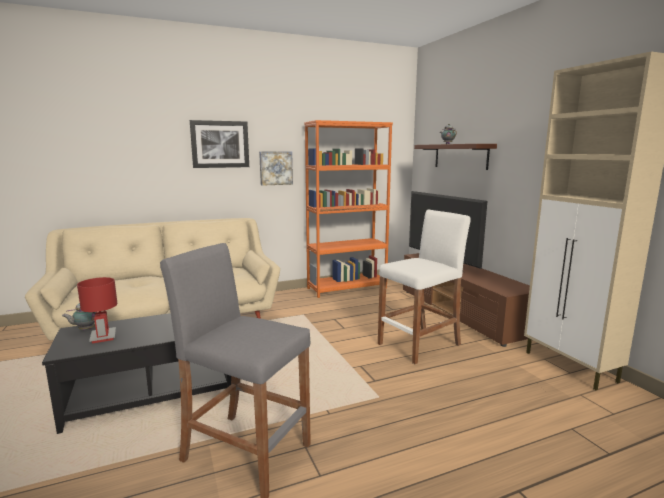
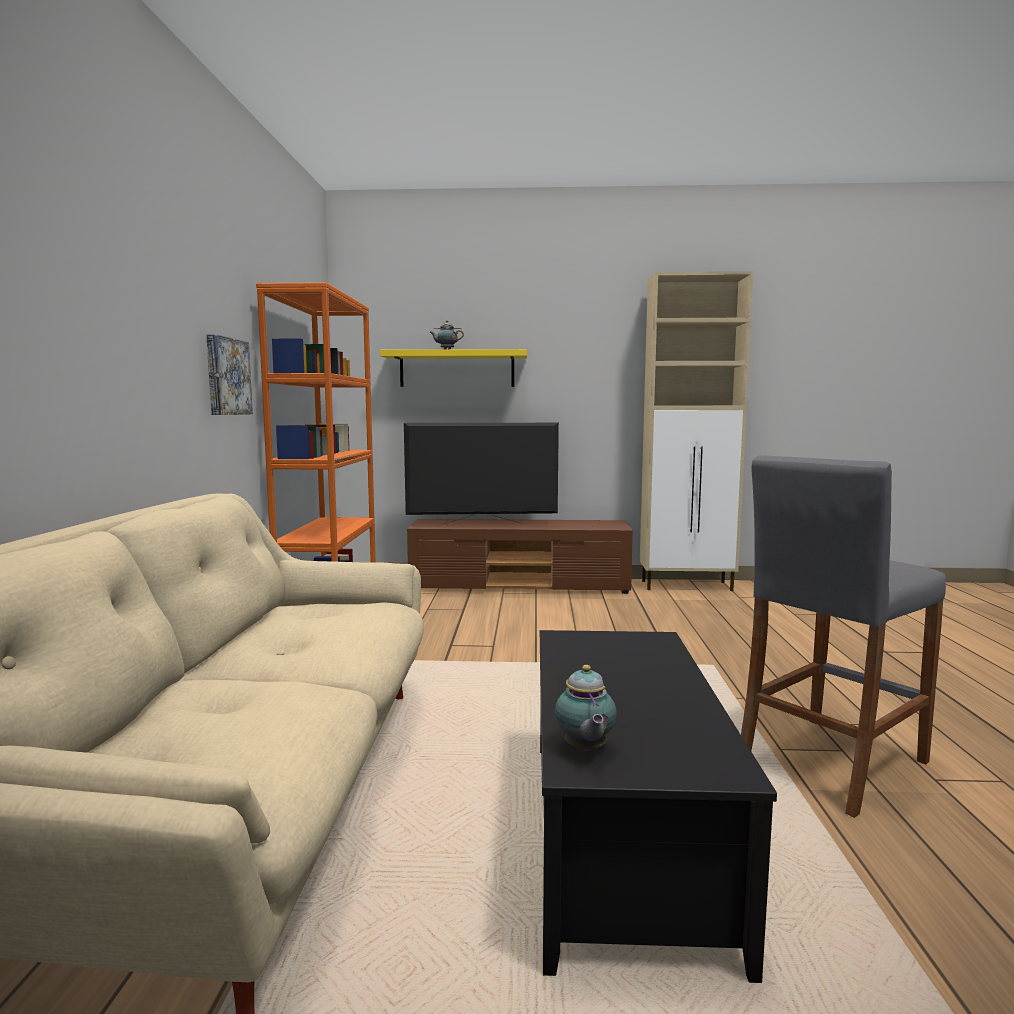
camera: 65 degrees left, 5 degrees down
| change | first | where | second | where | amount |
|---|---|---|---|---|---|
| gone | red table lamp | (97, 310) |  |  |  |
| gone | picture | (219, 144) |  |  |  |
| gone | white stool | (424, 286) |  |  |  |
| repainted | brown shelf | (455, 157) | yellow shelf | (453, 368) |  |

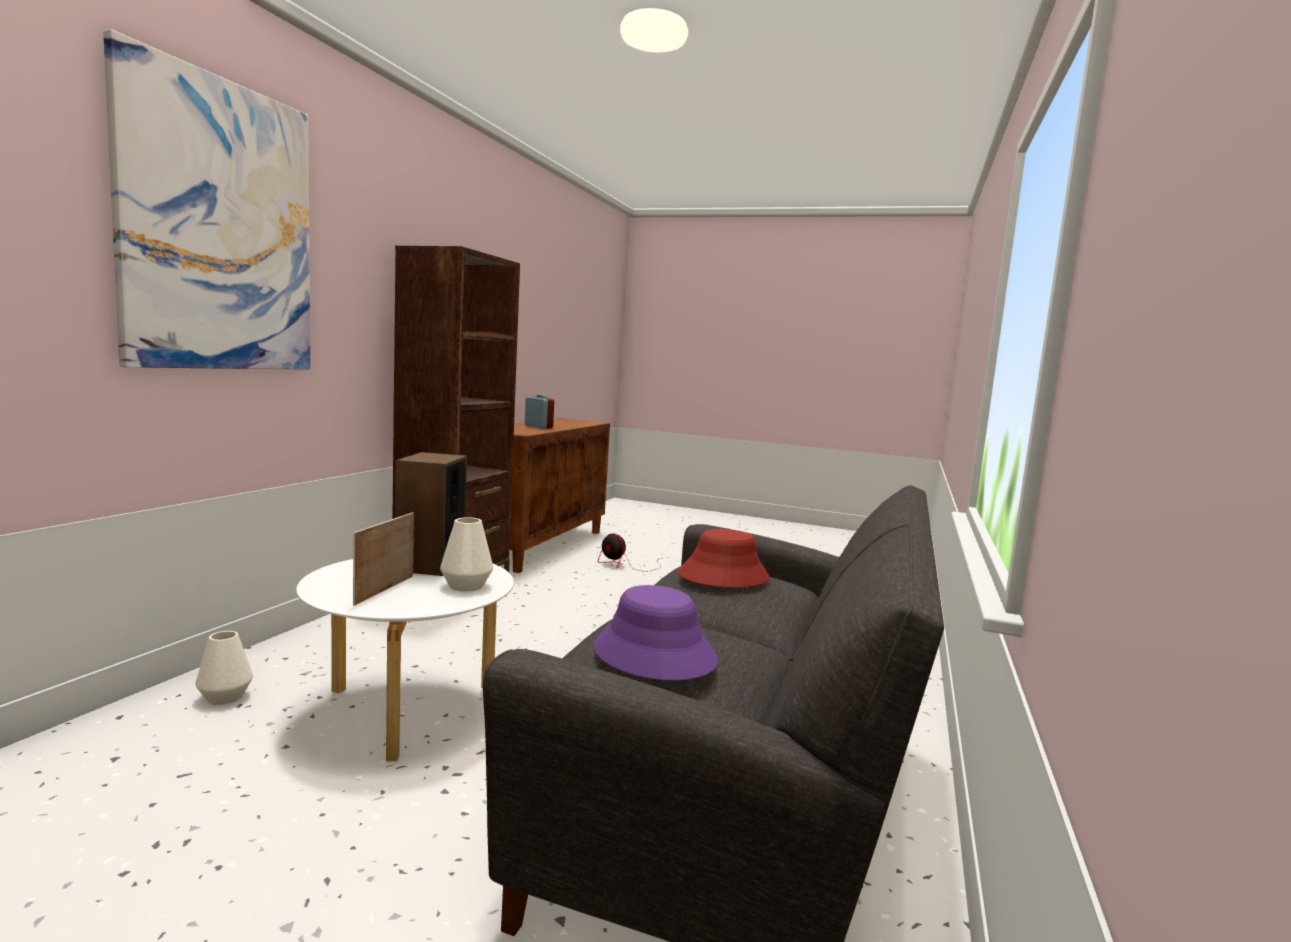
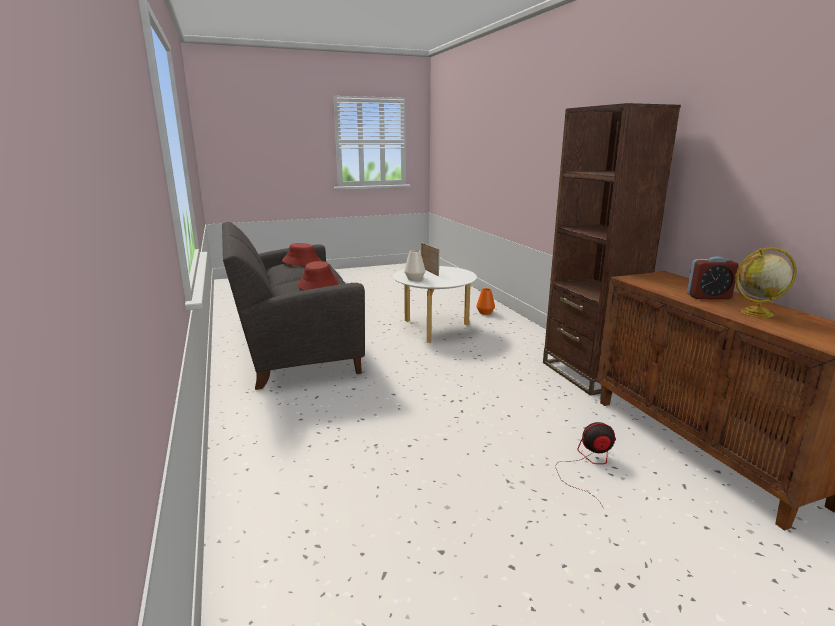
camera: 140 degrees right, 10 degrees up
| change | first | where | second | where | amount |
|---|---|---|---|---|---|
| gone | picture | (206, 199) |  |  |  |
| gone | speaker | (431, 514) |  |  |  |
| new |  |  | globe | (766, 282) |  |
| repainted | white vase | (224, 668) | orange vase | (485, 301) |  |
| repainted | purple hat | (655, 633) | red hat | (302, 254) |  |

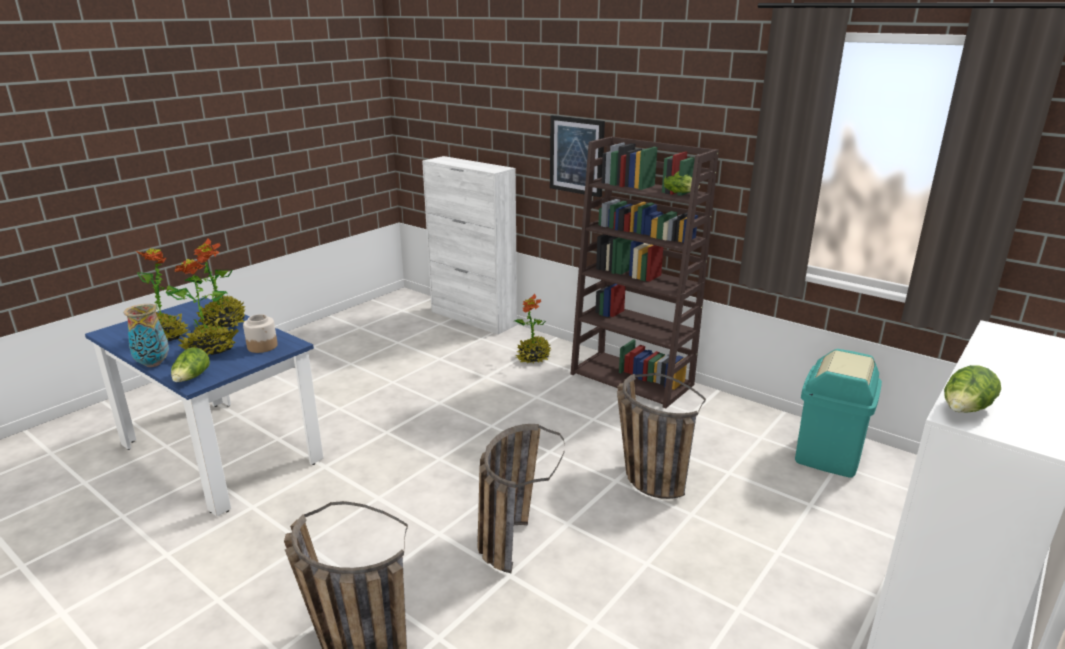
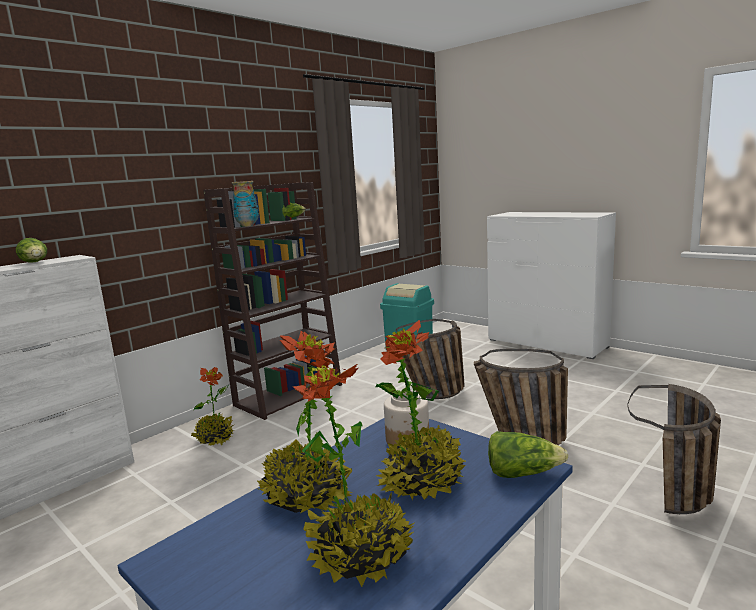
camera: 85 degrees left, 10 degrees down
| change | first | where | second | where | amount |
|---|---|---|---|---|---|
| gone | picture | (577, 156) |  |  |  |
| shifted | vase | (146, 335) |  | (245, 204) |  |
| shifted | lettuce | (972, 389) |  | (31, 250) |  |

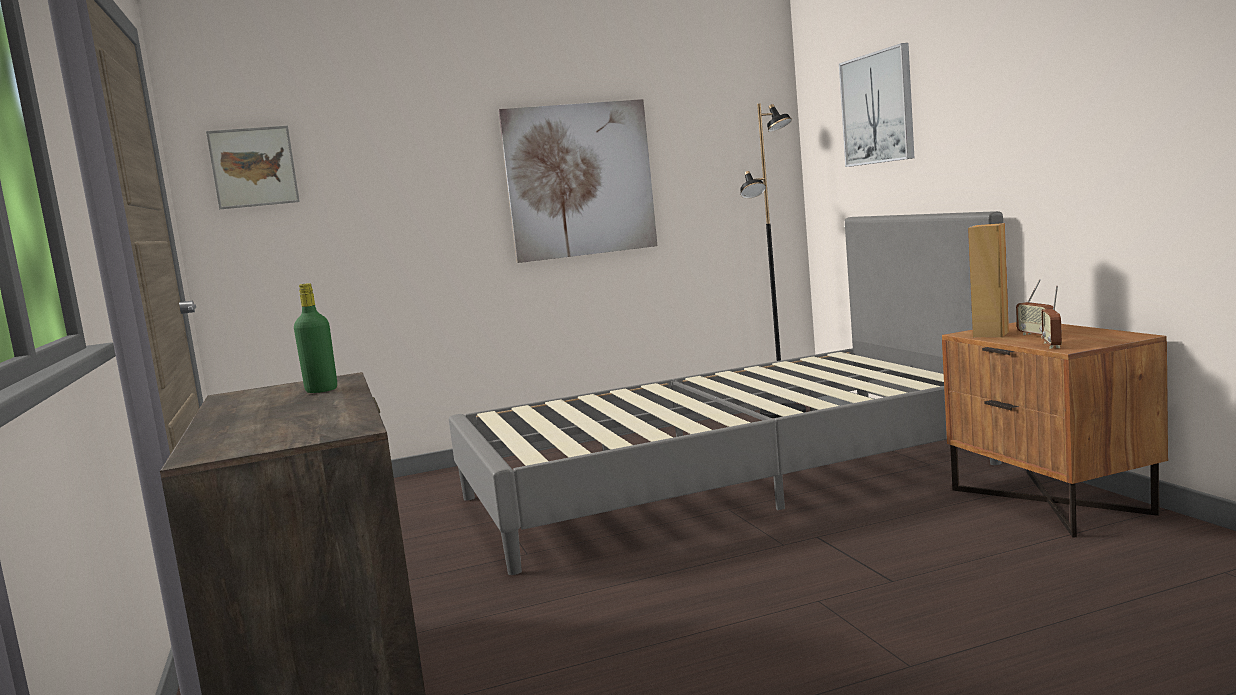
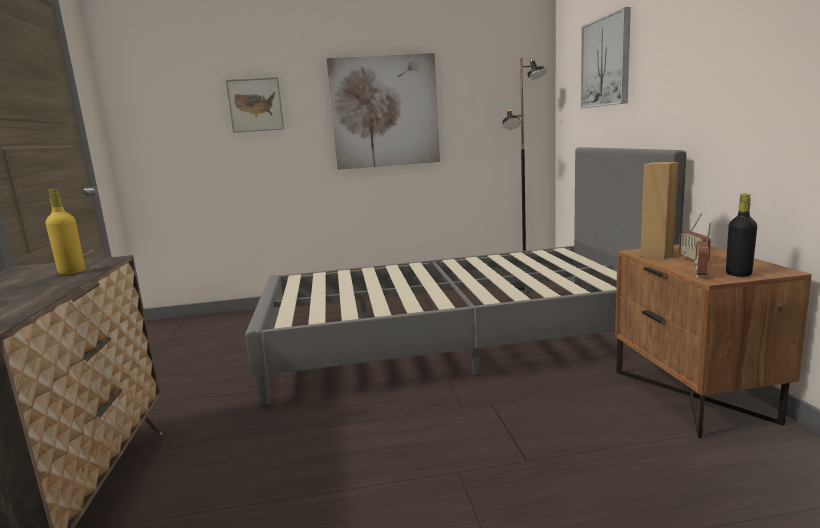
camera: 10 degrees right, 5 degrees up
| change | first | where | second | where | amount |
|---|---|---|---|---|---|
| new |  |  | black bottle | (741, 235) |  |
| shifted | picture | (253, 167) |  | (255, 105) |  |
| repainted | green bottle | (315, 338) | yellow bottle | (65, 232) |  |

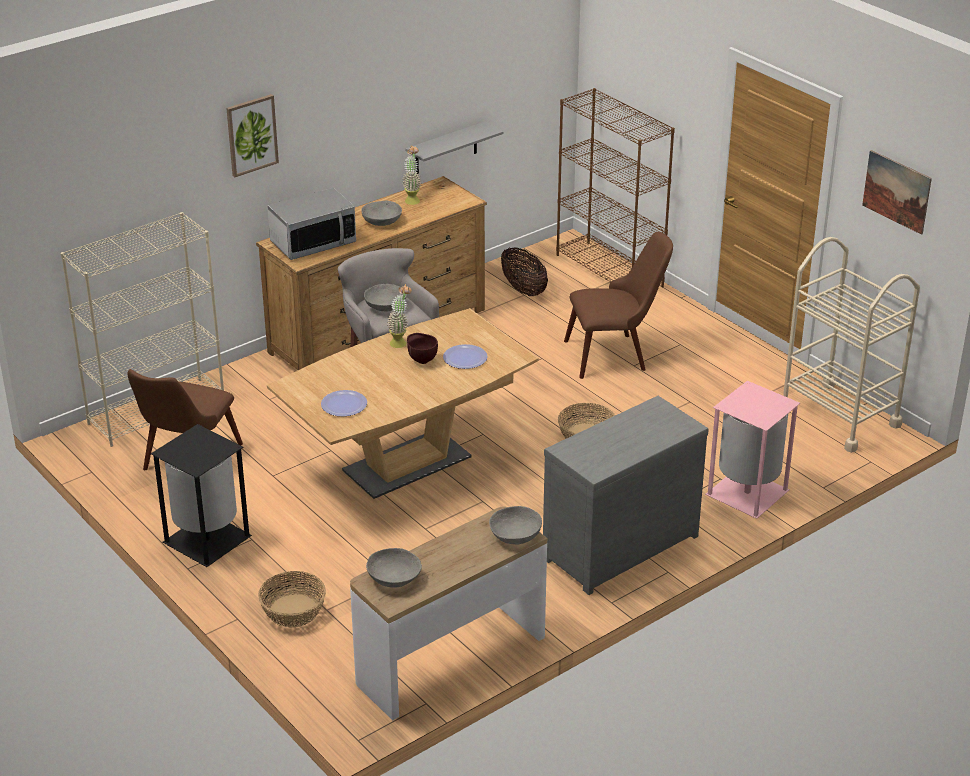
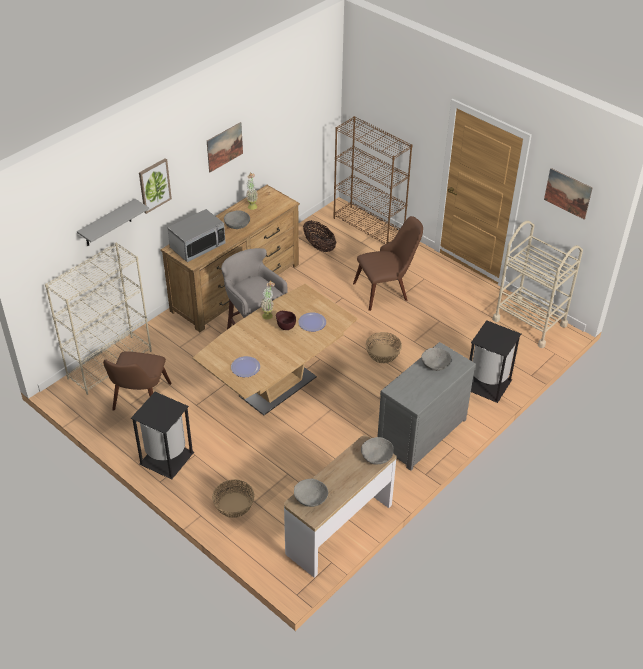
camera: 10 degrees left, 10 degrees up
| change | first | where | second | where | amount |
|---|---|---|---|---|---|
| new |  |  | picture | (225, 147) |  |
| shifted | grey bowl | (385, 298) |  | (436, 359) |  |
| shifted | grey shelf | (455, 147) |  | (113, 222) |  |
| repainted | pink trash can | (752, 450) | black trash can | (495, 361) |  |

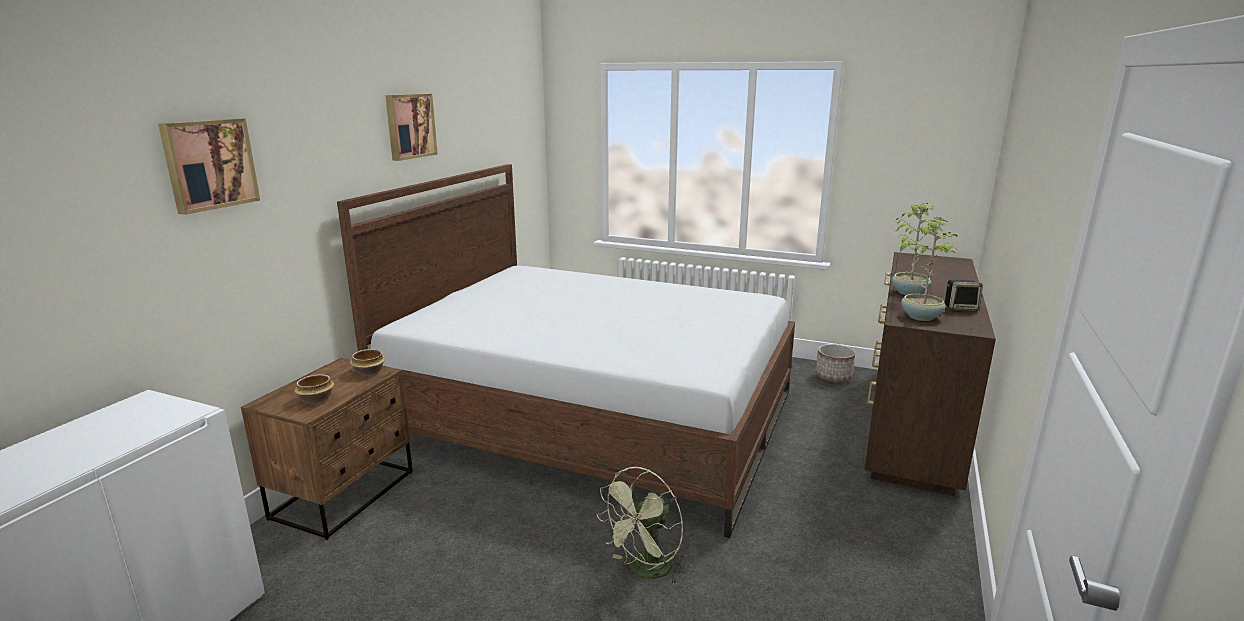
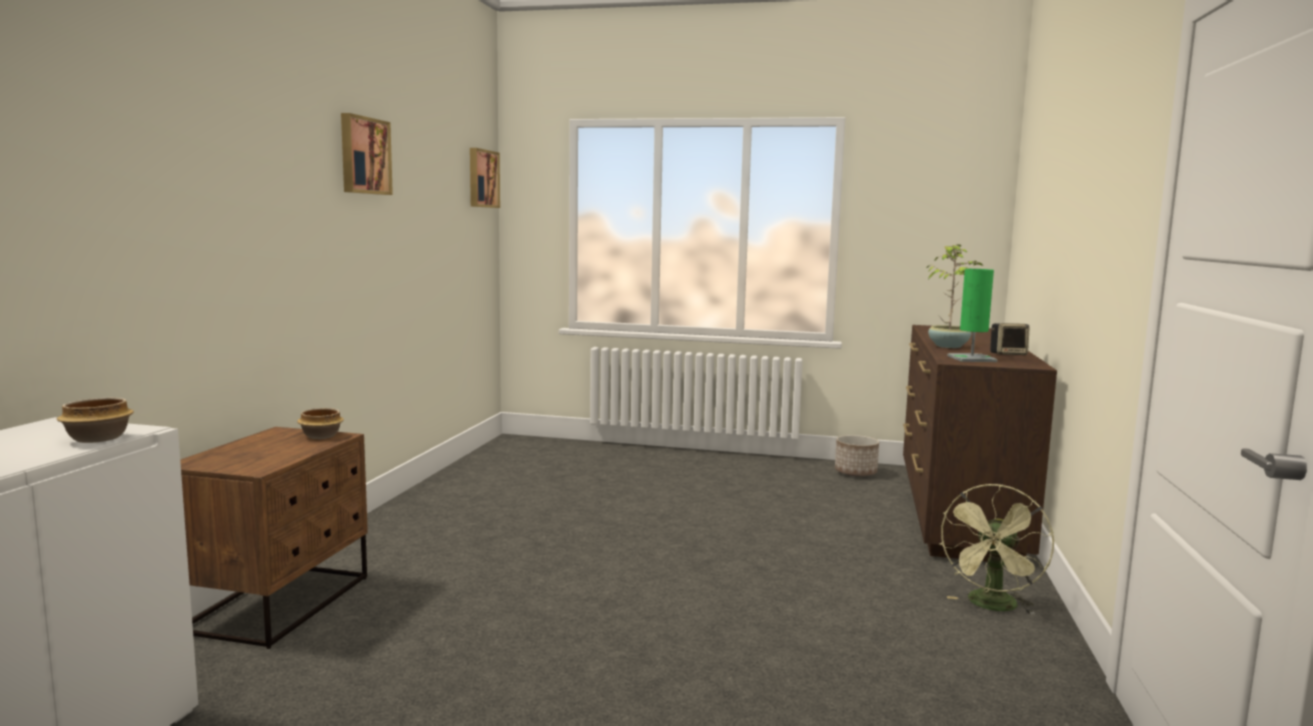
camera: 10 degrees left, 10 degrees down
| change | first | where | second | where | amount |
|---|---|---|---|---|---|
| gone | bed | (566, 351) |  |  |  |
| shifted | picture | (209, 166) |  | (485, 178) |  |
| shifted | bowl | (314, 389) |  | (95, 420) |  |
| shifted | green fan | (641, 525) |  | (996, 549) |  |
| swapped | potted plant | (930, 269) | green table lamp | (972, 315) |  |

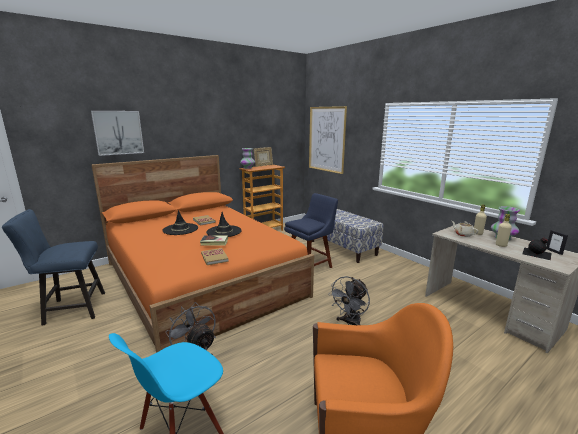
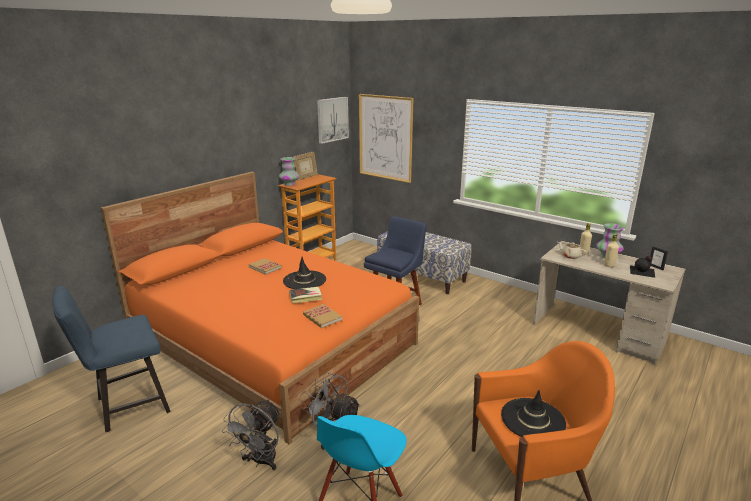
camera: 15 degrees left, 5 degrees up
| change | first | where | second | where | amount |
|---|---|---|---|---|---|
| shifted | picture | (117, 133) |  | (333, 120) |  |
| shifted | black hat | (180, 222) |  | (533, 413) |  |
| shifted | grey fan | (349, 300) |  | (251, 434) |  |

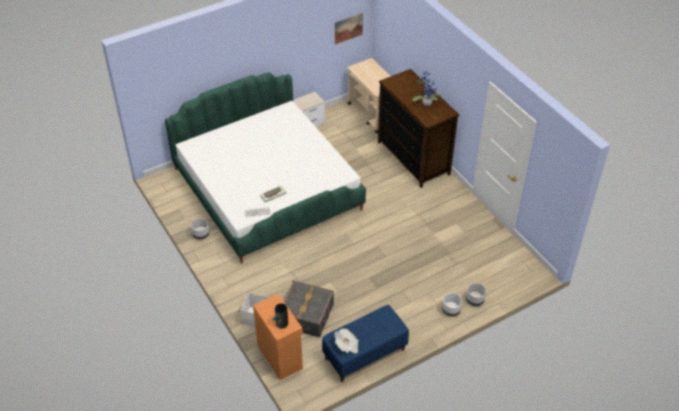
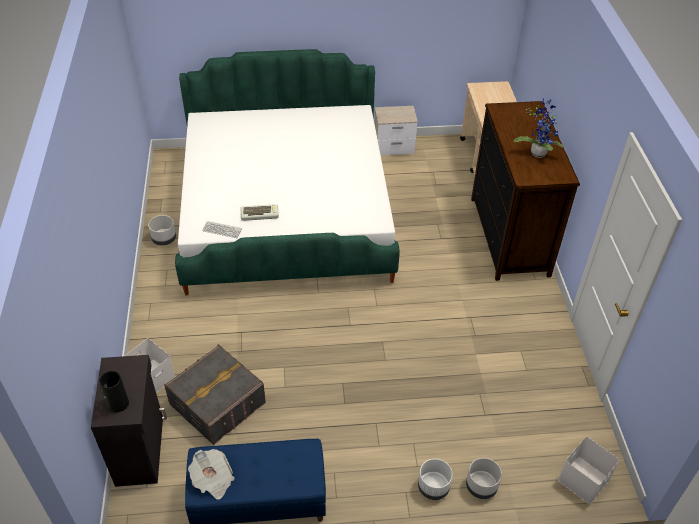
camera: 25 degrees right, 0 degrees up
| change | first | where | second | where | amount |
|---|---|---|---|---|---|
| gone | picture | (349, 28) |  |  |  |
| new |  |  | white storage box | (589, 470) |  |
| repainted | orange cabinet | (278, 337) | black cabinet | (129, 421) |  |

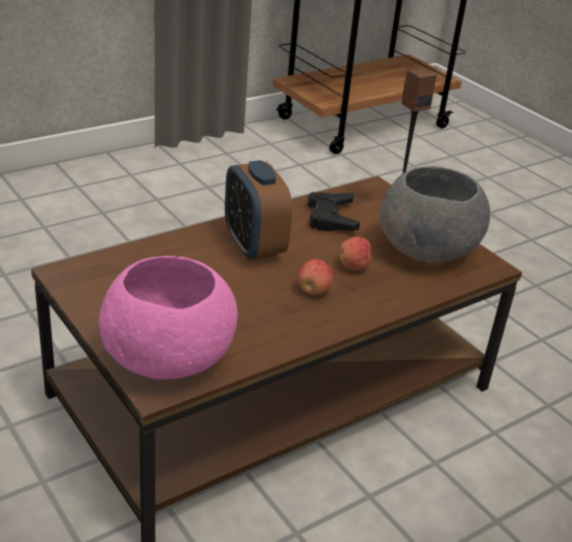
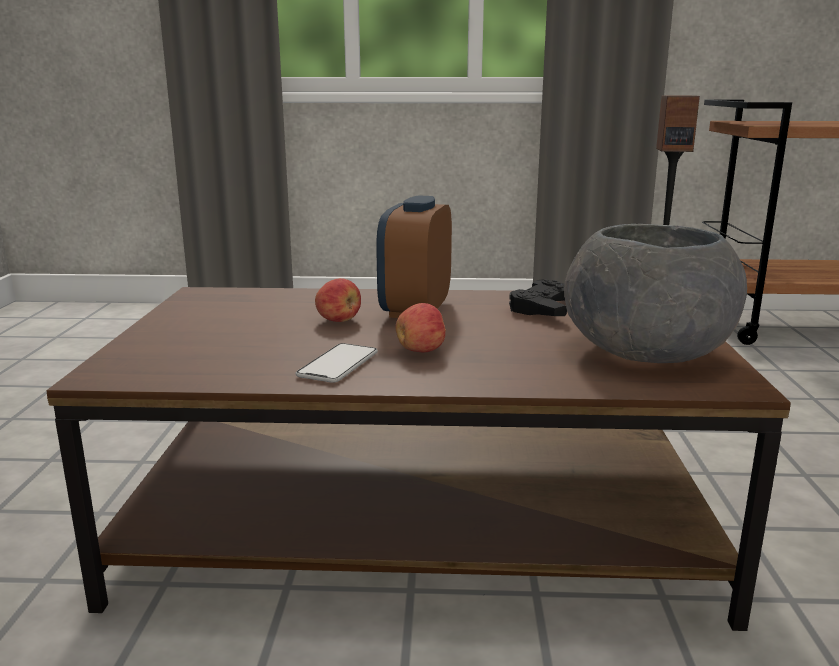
camera: 40 degrees right, 15 degrees down
| change | first | where | second | where | amount |
|---|---|---|---|---|---|
| gone | pink bowl | (168, 318) |  |  |  |
| new |  |  | phone | (336, 363) |  |
| shifted | apple | (356, 254) |  | (338, 300) |  |

